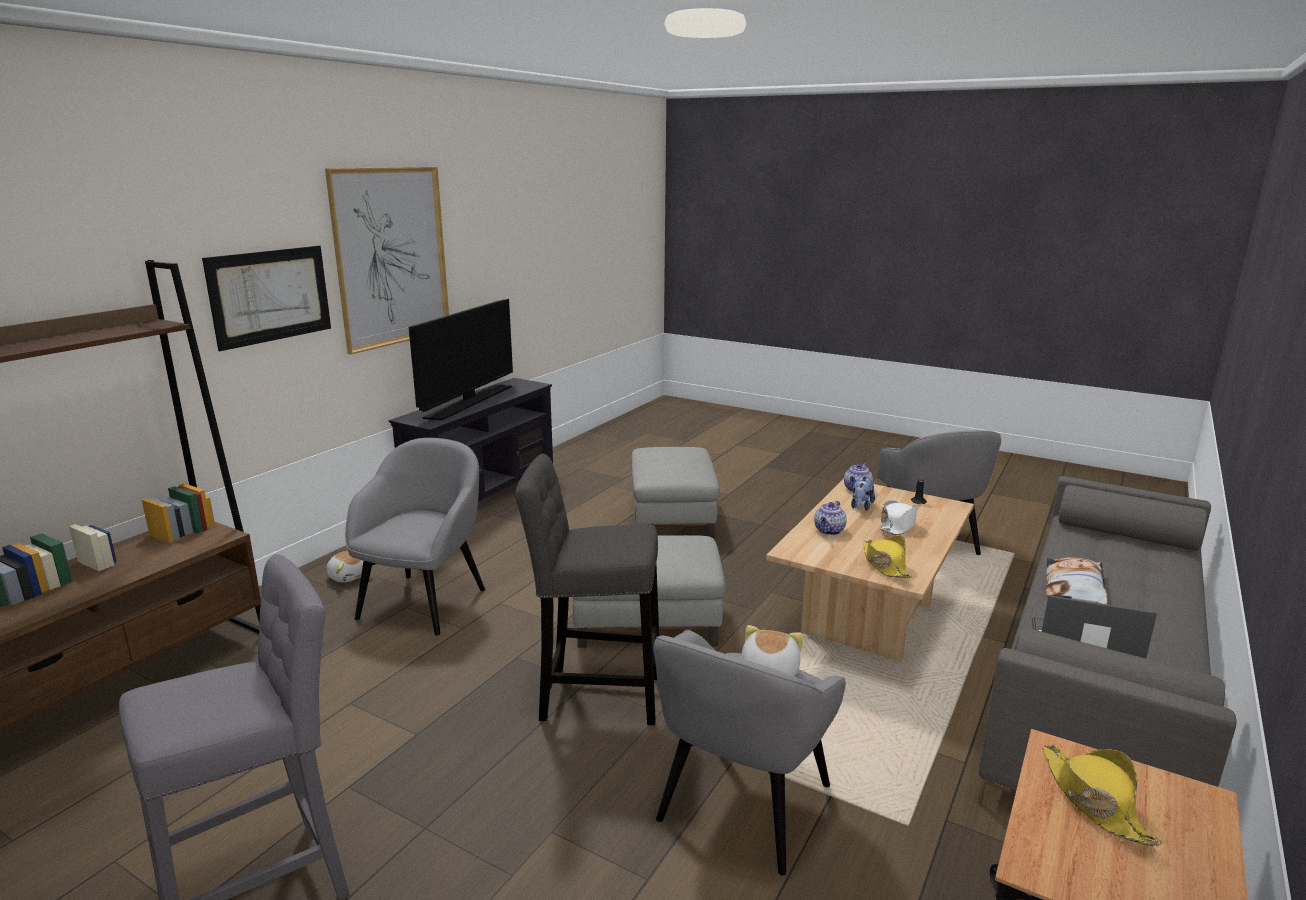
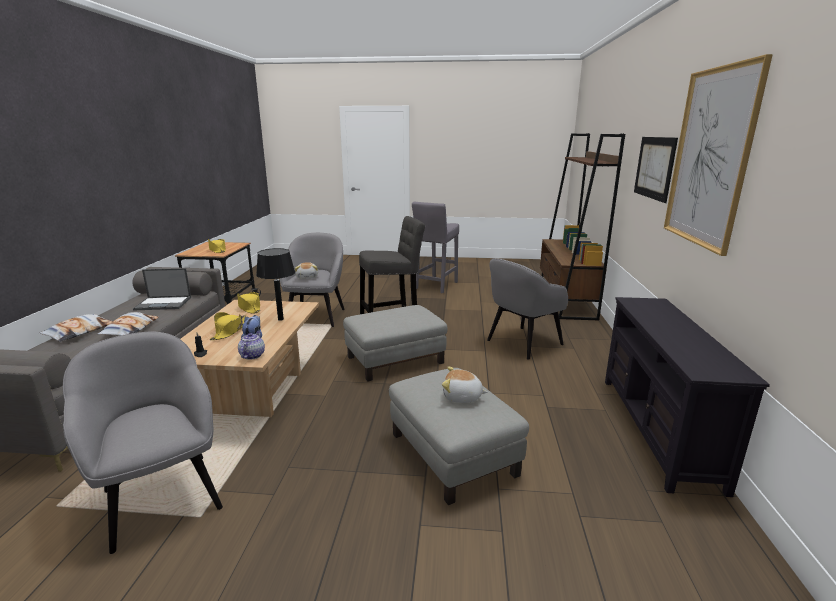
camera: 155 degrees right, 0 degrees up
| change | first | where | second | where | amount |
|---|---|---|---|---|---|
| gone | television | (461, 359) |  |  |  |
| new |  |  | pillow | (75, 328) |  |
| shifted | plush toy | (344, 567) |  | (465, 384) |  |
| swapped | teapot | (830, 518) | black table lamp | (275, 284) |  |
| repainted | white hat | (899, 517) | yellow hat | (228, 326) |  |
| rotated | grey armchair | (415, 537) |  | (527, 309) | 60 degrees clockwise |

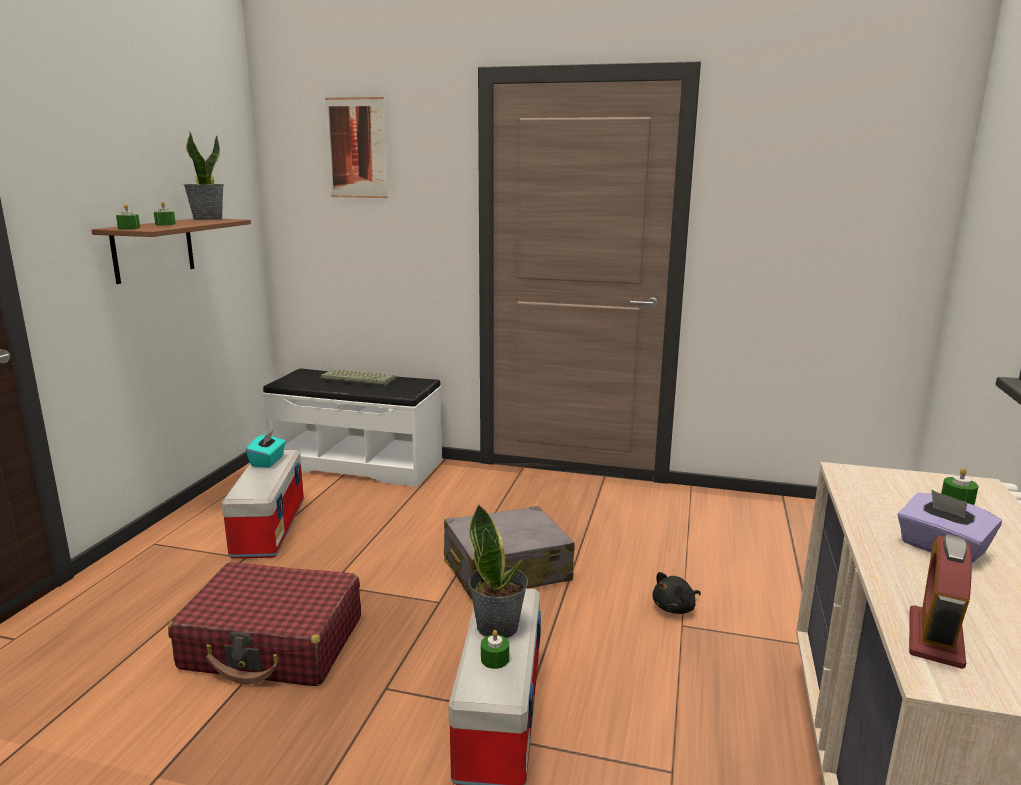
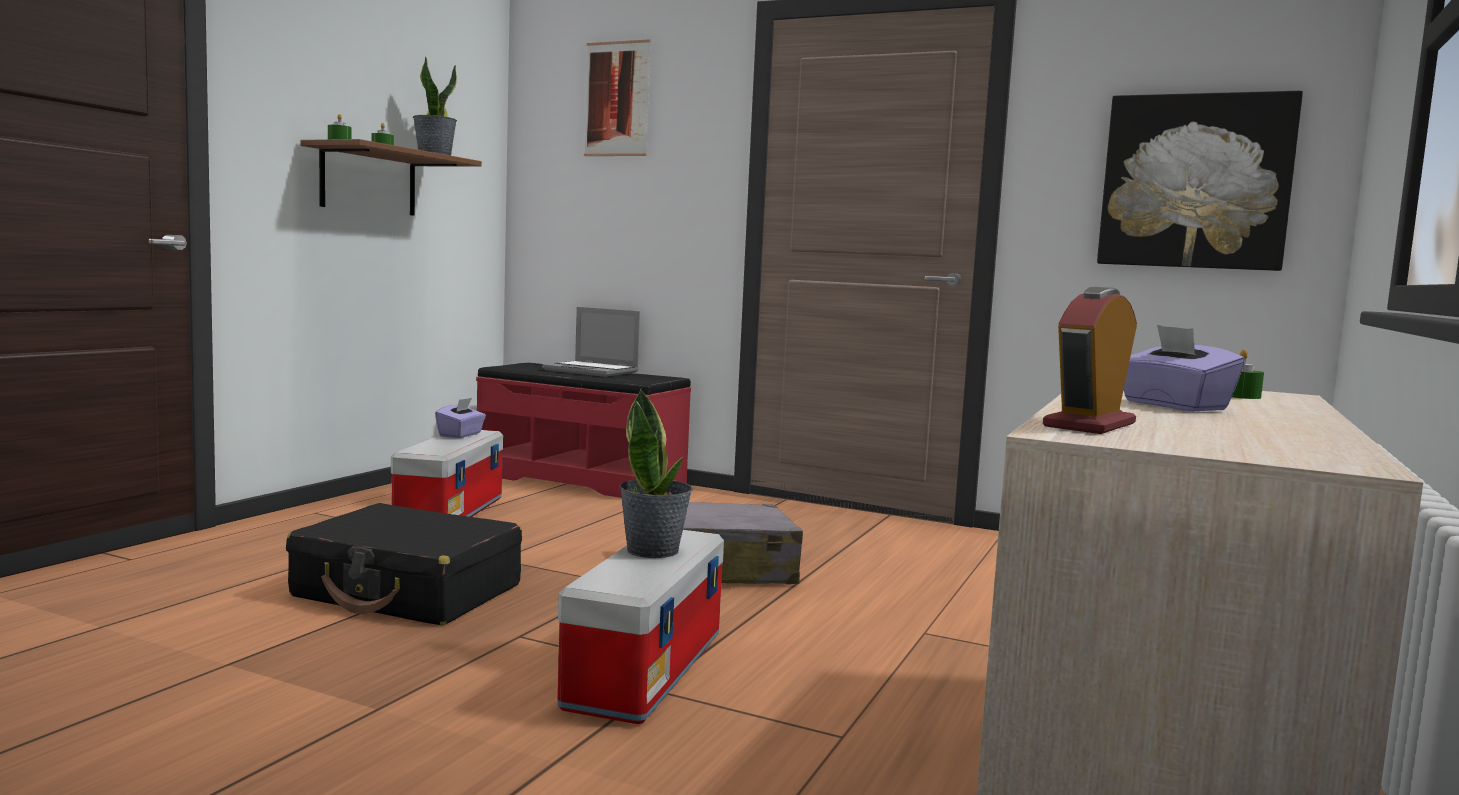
camera: 10 degrees right, 10 degrees down
| change | first | where | second | where | amount |
|---|---|---|---|---|---|
| gone | green candle | (495, 649) |  |  |  |
| gone | black plush toy | (676, 593) |  |  |  |
| new |  |  | picture | (1200, 181) |  |
| swapped | keyboard | (358, 378) | laptop | (591, 342) |  |
| repainted | red suitcase | (264, 624) | black suitcase | (404, 564) |  |
| repainted | turquoise tissue box | (266, 449) | purple tissue box | (460, 418) |  |
| repainted | white bench | (352, 427) | red bench | (583, 430) |  |

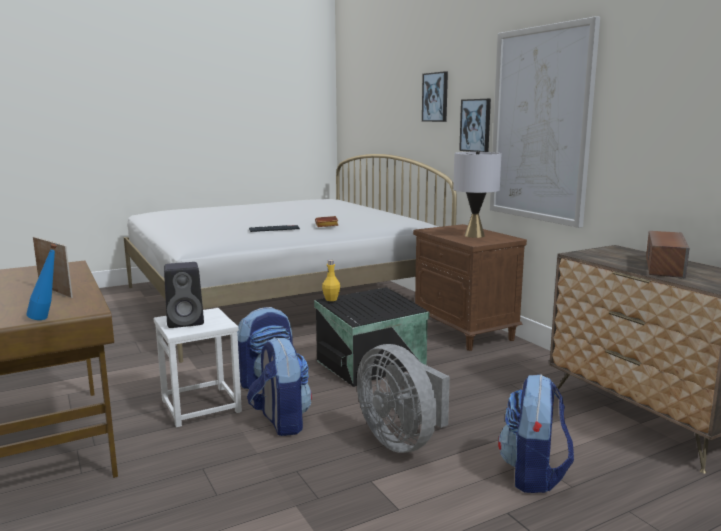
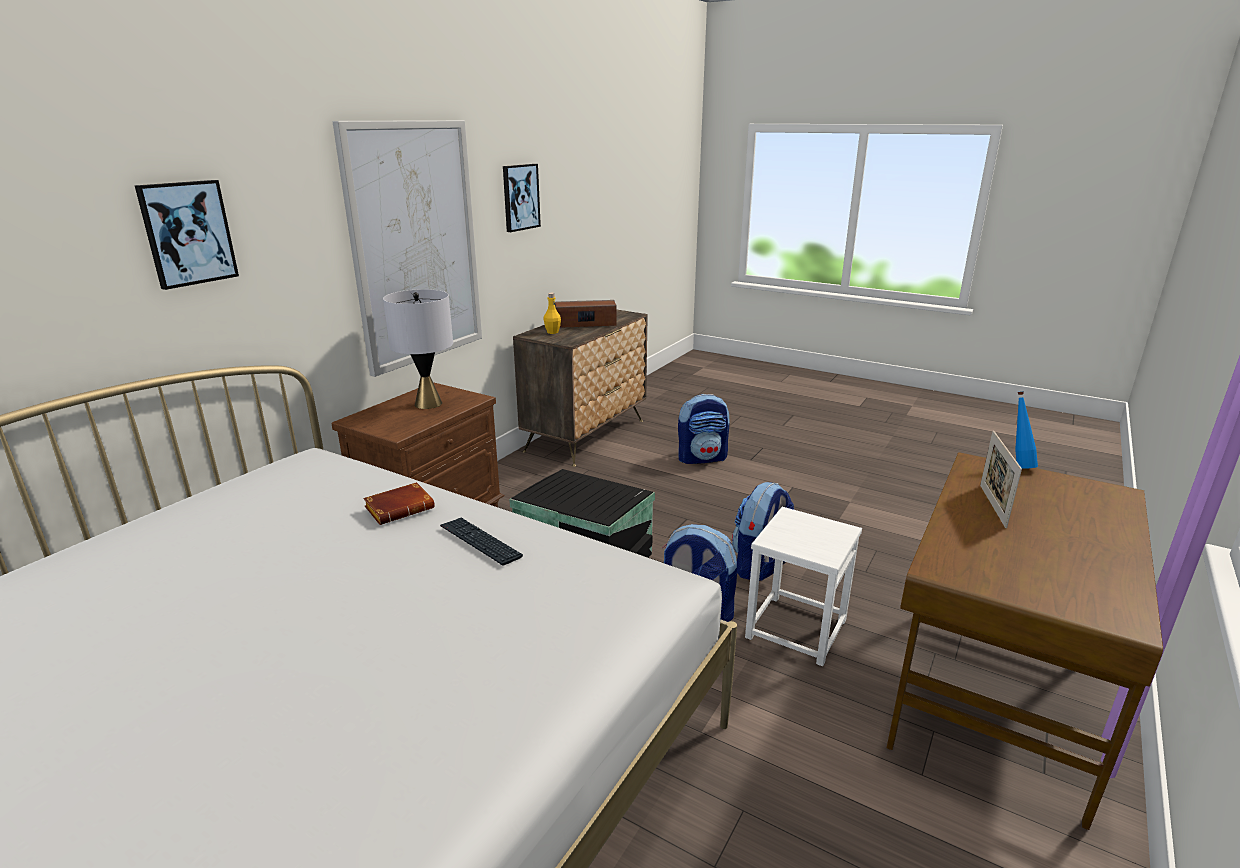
camera: 120 degrees left, 10 degrees up
| change | first | where | second | where | amount |
|---|---|---|---|---|---|
| gone | black speaker | (184, 295) |  |  |  |
| gone | grey fan | (403, 398) |  |  |  |
| shifted | yellow bottle | (331, 280) |  | (552, 313) |  |
| shifted | picture | (475, 125) |  | (522, 198) |  |

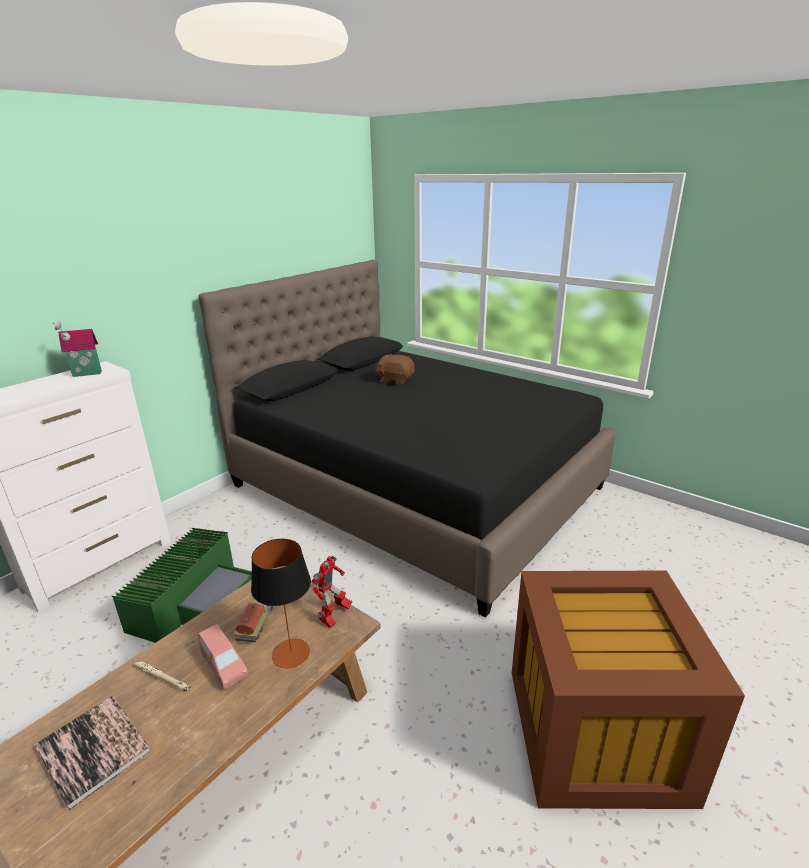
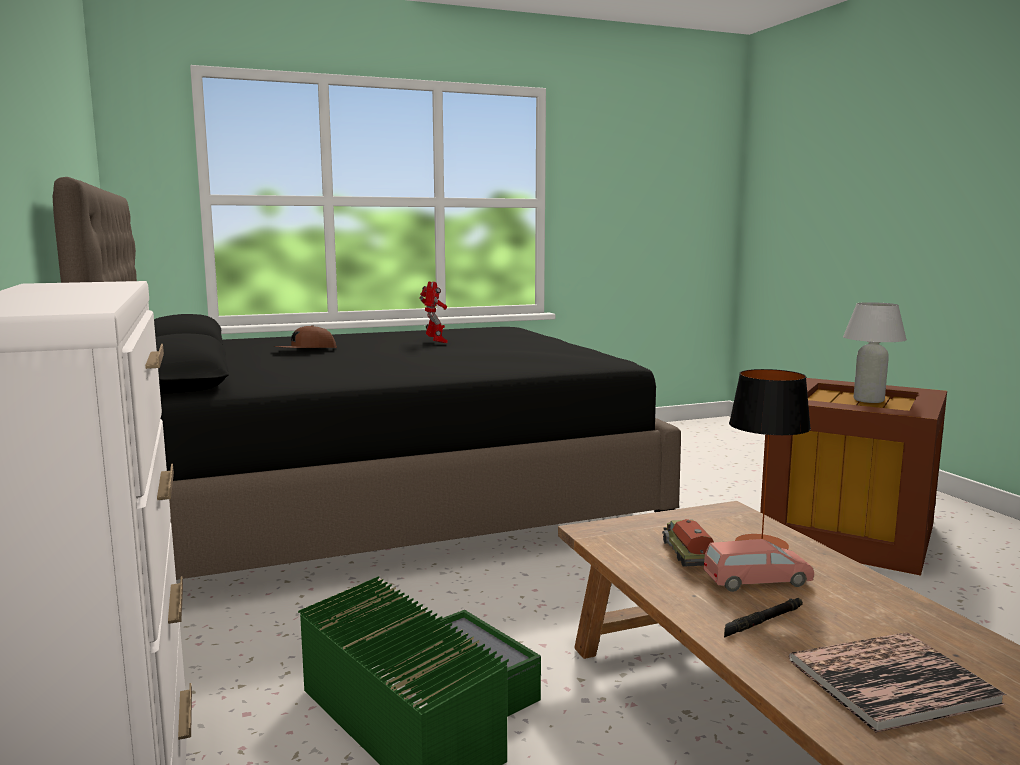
camera: 60 degrees left, 15 degrees down
| change | first | where | second | where | amount |
|---|---|---|---|---|---|
| gone | toy house | (77, 349) |  |  |  |
| new |  |  | white table lamp | (875, 352) |  |
| shifted | toy robot | (331, 592) |  | (434, 312) |  |
| swapped | brown plush toy | (395, 370) | brown cap | (305, 336) |  |
| repainted | beige flashlight | (162, 676) | black flashlight | (763, 618) |  |
| rotated | toy truck | (253, 620) |  | (688, 543) | 45 degrees clockwise |

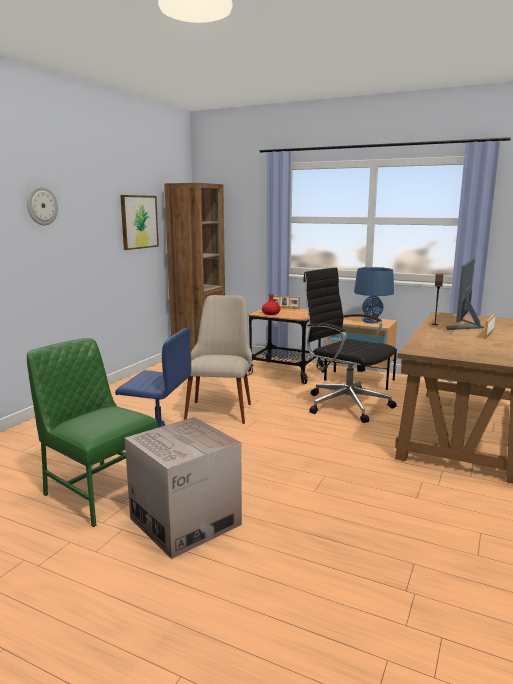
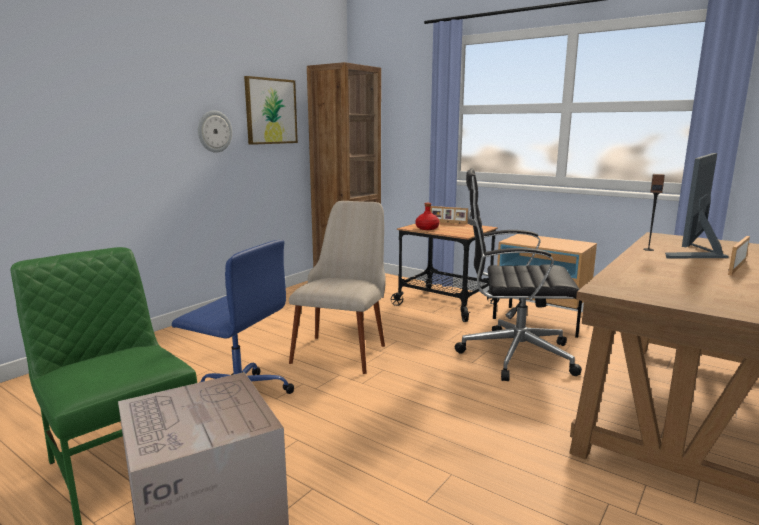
camera: 10 degrees right, 0 degrees up
| change | first | where | second | where | amount |
|---|---|---|---|---|---|
| gone | blue table lamp | (374, 295) |  |  |  |
| shifted | wall clock | (42, 205) |  | (215, 131) |  |
| rotated | black office chair | (350, 345) |  | (518, 274) | 45 degrees counterclockwise |

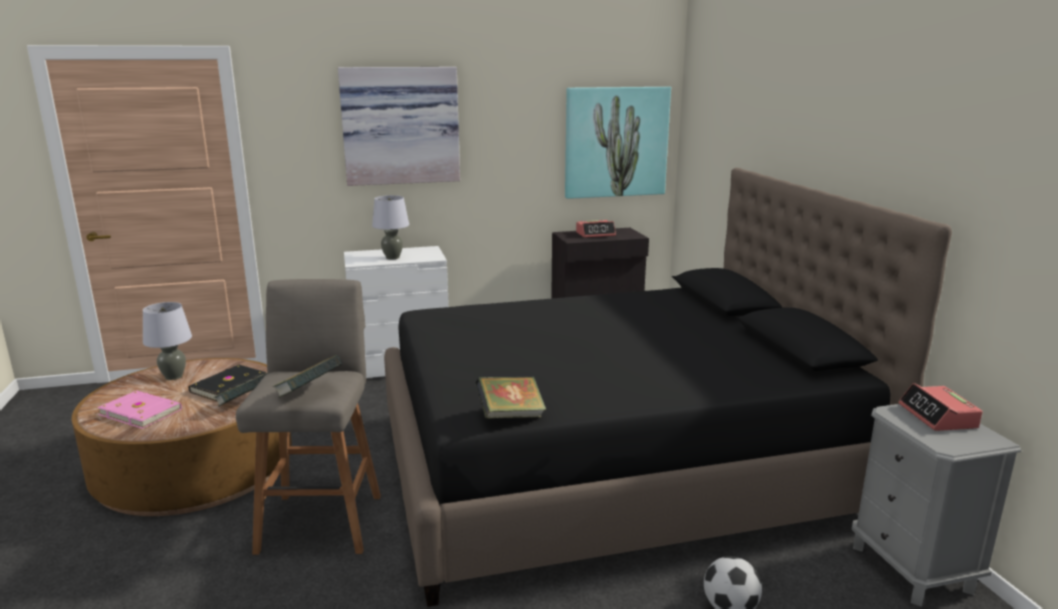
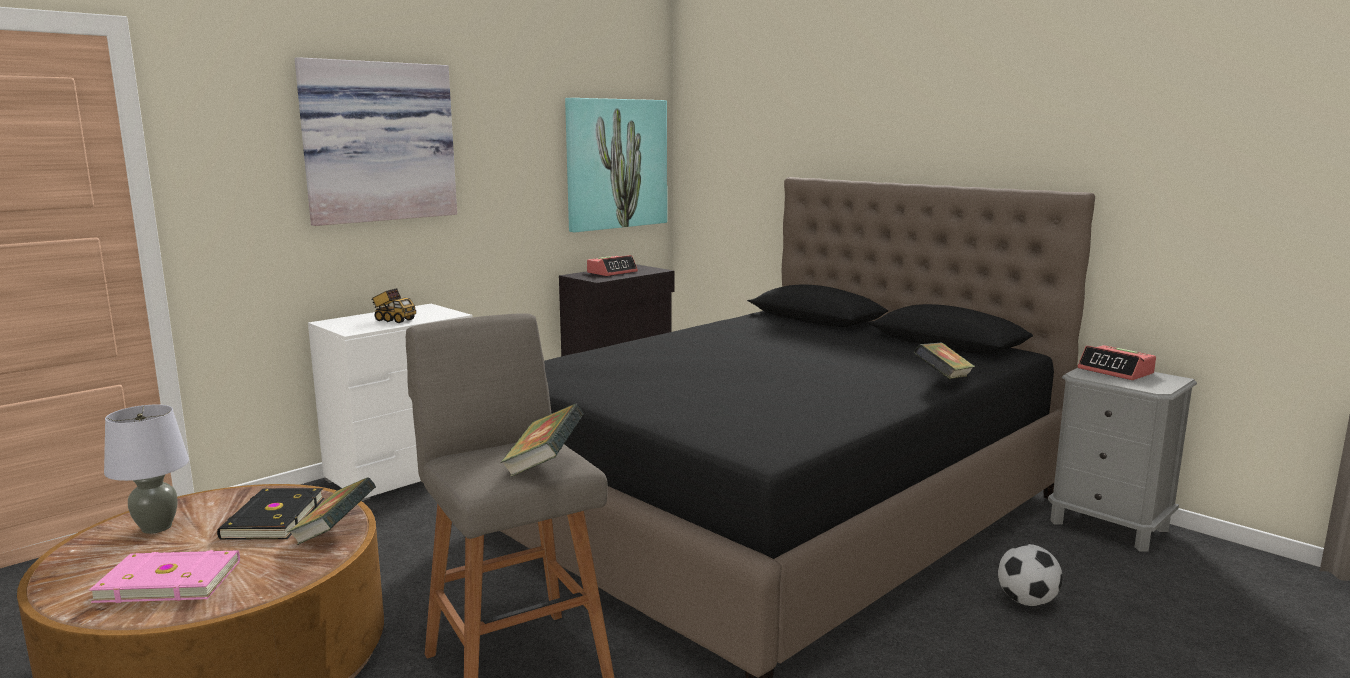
camera: 30 degrees left, 5 degrees down
| change | first | where | second | where | amount |
|---|---|---|---|---|---|
| shifted | book | (510, 397) |  | (944, 360) |  |
| swapped | grey table lamp | (390, 227) | toy truck | (393, 305) |  |

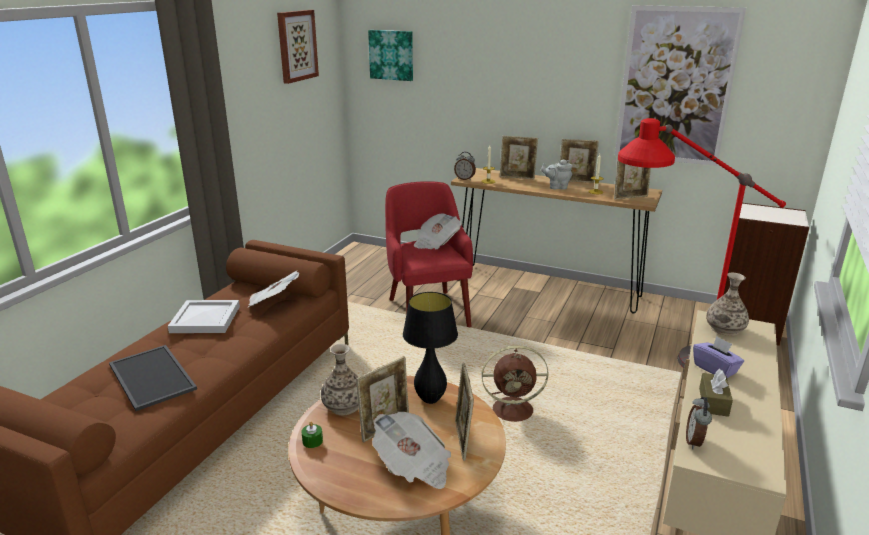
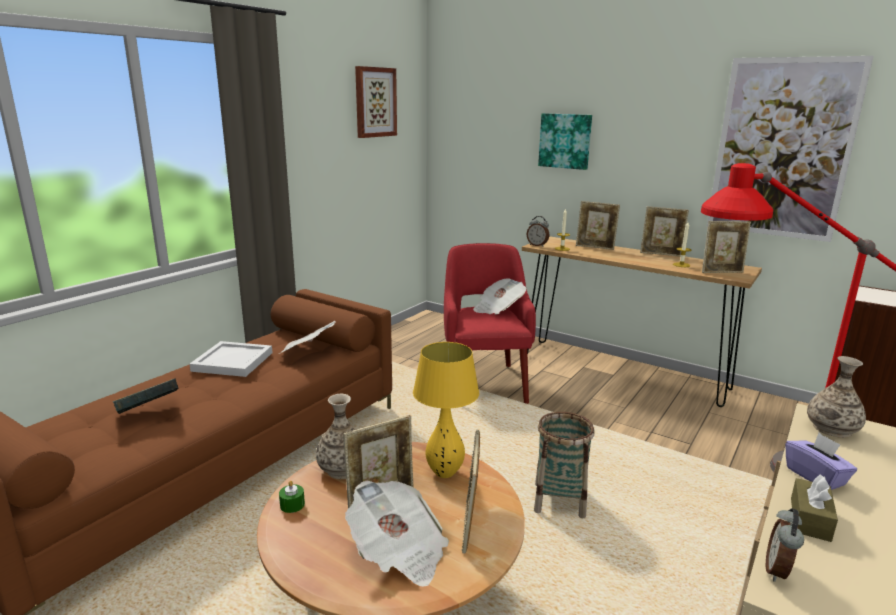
camera: 10 degrees right, 5 degrees down
| change | first | where | second | where | amount |
|---|---|---|---|---|---|
| gone | grey teapot | (556, 174) |  |  |  |
| shifted | picture | (390, 55) |  | (565, 141) |  |
| swapped | tray | (153, 378) | book | (146, 396) |  |
| swapped | brown fan | (515, 384) | basket | (564, 465) |  |
| repainted | black table lamp | (430, 348) | yellow table lamp | (446, 410) |  |

